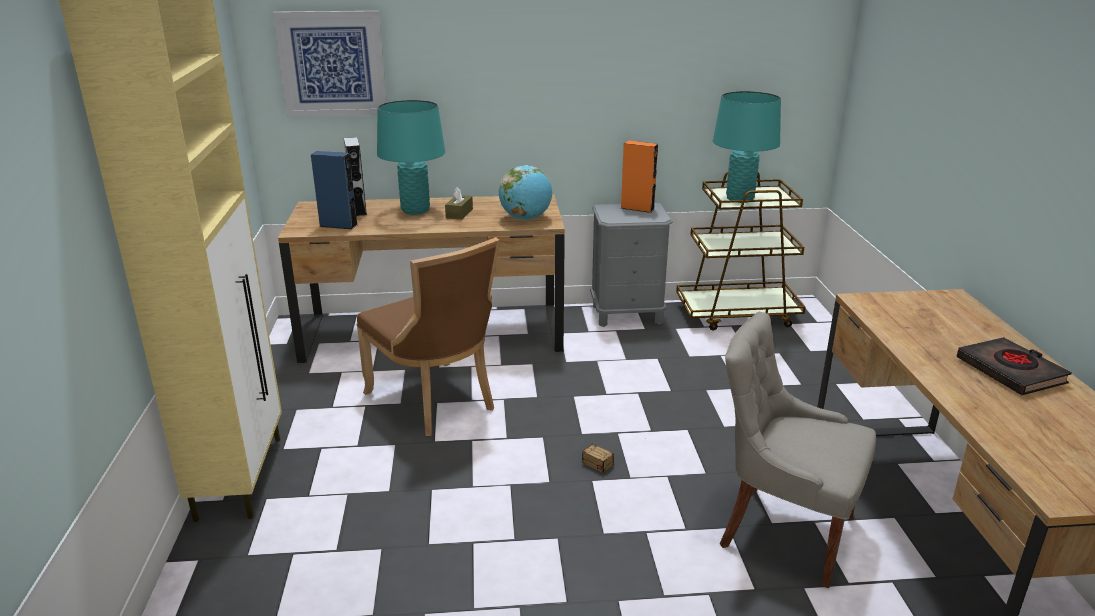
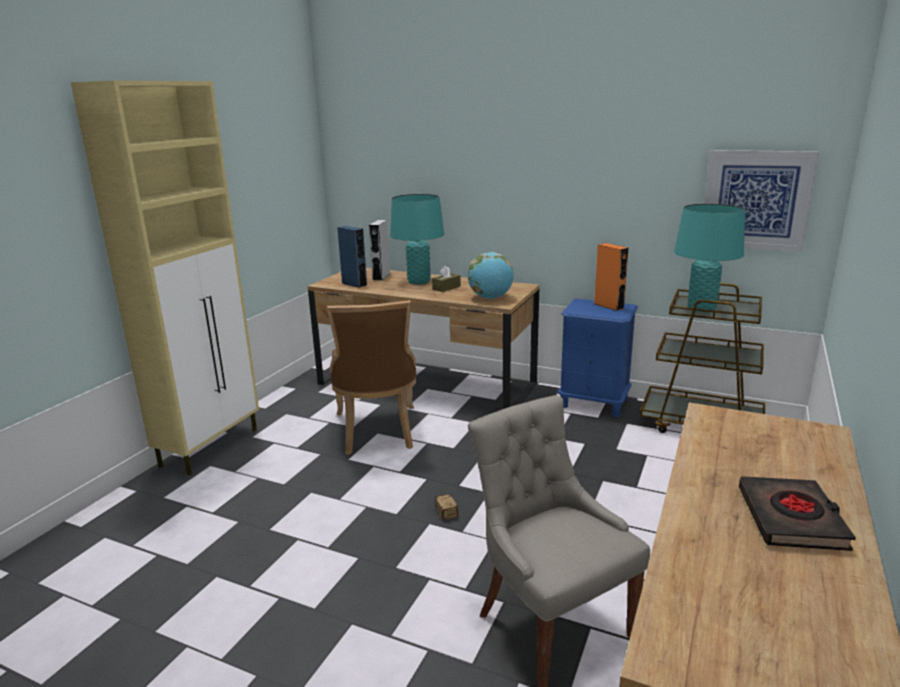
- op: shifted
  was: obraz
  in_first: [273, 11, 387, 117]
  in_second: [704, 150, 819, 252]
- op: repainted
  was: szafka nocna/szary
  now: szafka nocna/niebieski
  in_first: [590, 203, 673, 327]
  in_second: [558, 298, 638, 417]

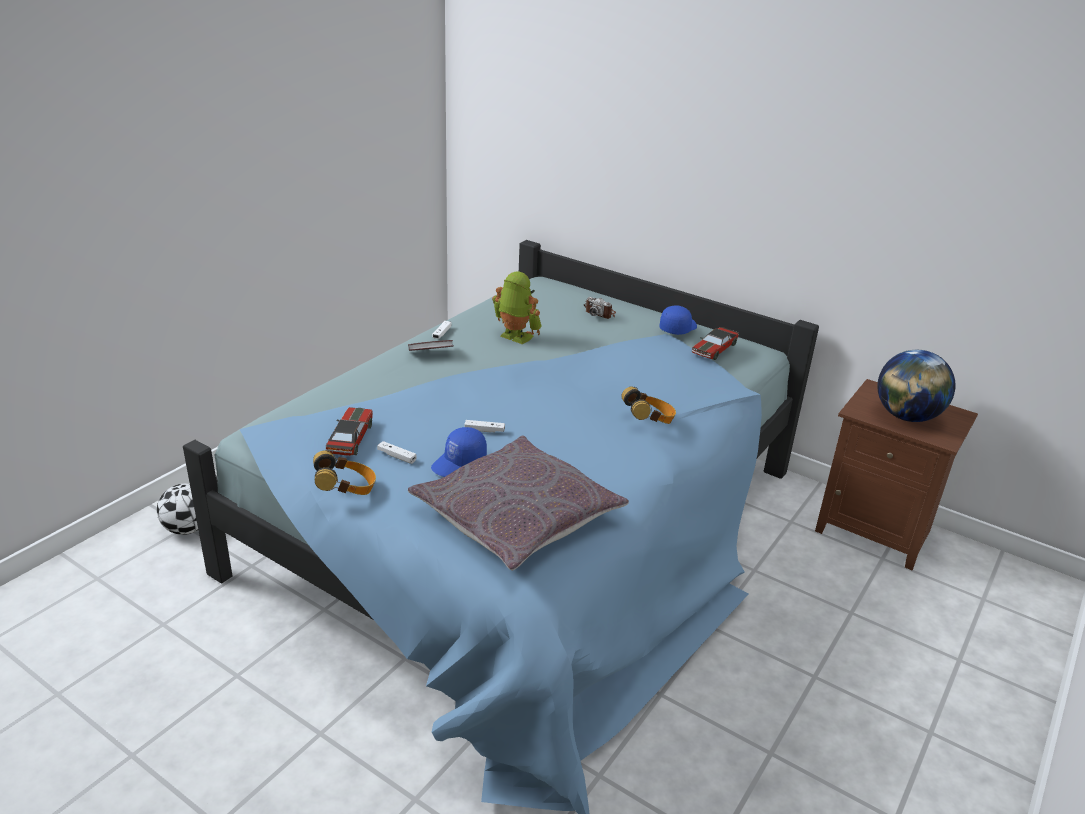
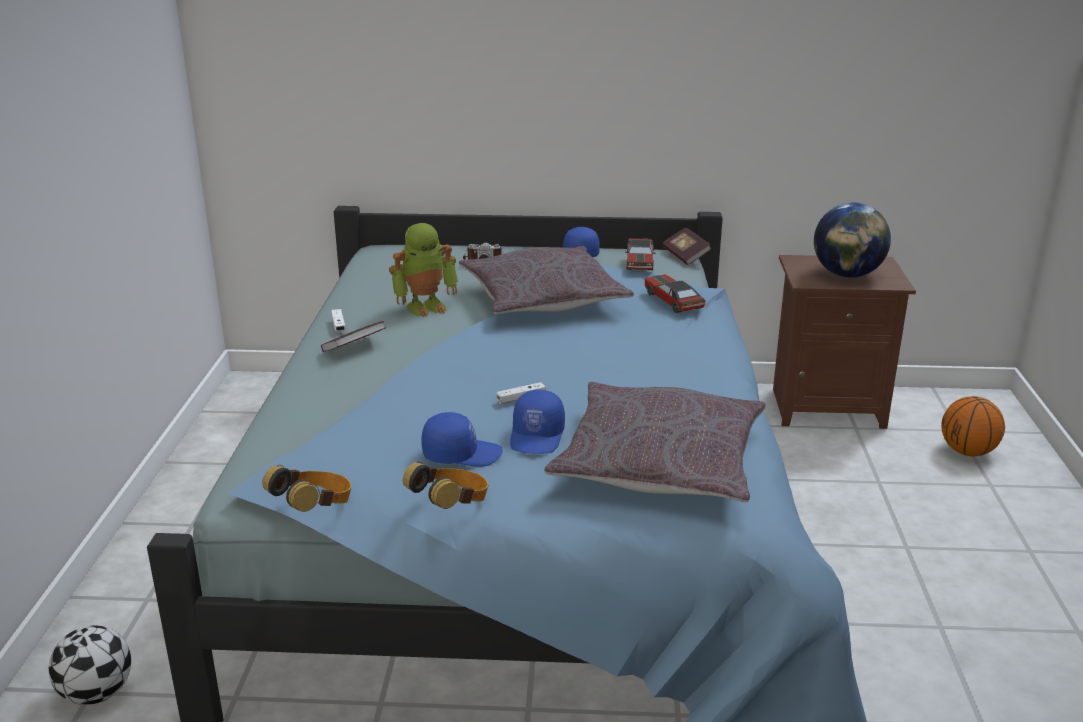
- op: new
  now: poduszka/szary
  in_second: [459, 246, 634, 314]
- op: new
  now: książka
  in_second: [662, 228, 711, 265]
- op: new
  now: piłka do koszykówki
  in_second: [941, 396, 1005, 456]
- op: shifted
  was: samochodzik
  in_first: [326, 407, 373, 456]
  in_second: [644, 274, 706, 313]
- op: shifted
  was: słuchawki
  in_first: [621, 386, 676, 424]
  in_second: [262, 465, 352, 512]
- op: swapped
  was: pad do gier/biały
  now: czapka z daszkiem/niebieski
  in_first: [377, 441, 416, 464]
  in_second: [421, 412, 503, 467]
- op: rotated
  was: robot zabawkowy
  in_first: [492, 272, 542, 344]
  in_second: [389, 223, 458, 317]
  clockwise: 150

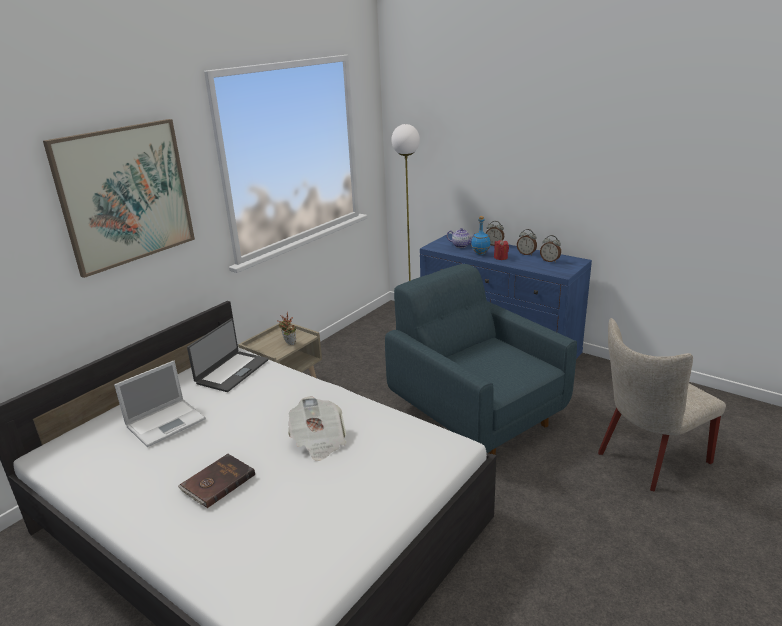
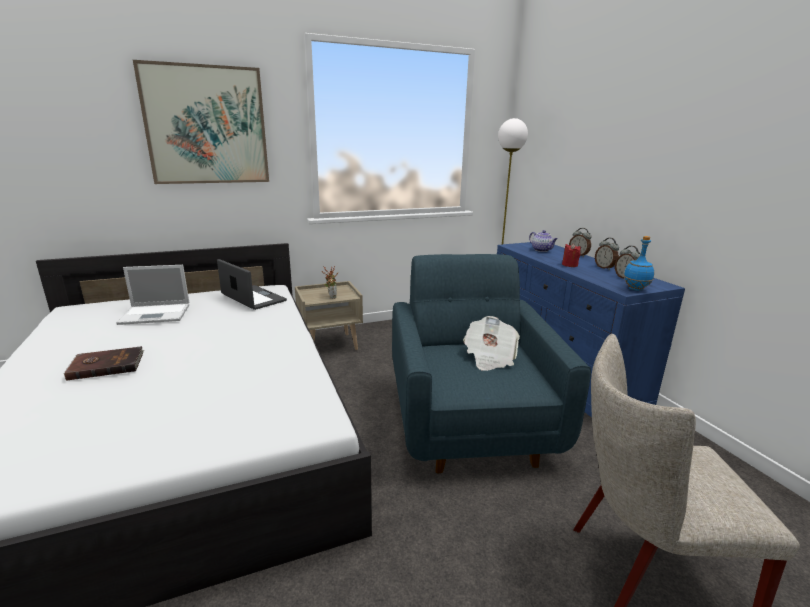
- op: shifted
  was: gazeta
  in_first: [288, 396, 347, 461]
  in_second: [463, 316, 520, 371]
- op: shifted
  was: butelka/niebieski
  in_first: [471, 216, 491, 255]
  in_second: [623, 236, 654, 291]
- op: rotated
  was: laptop
  in_first: [187, 318, 269, 392]
  in_second: [217, 259, 287, 310]
  clockwise: -105

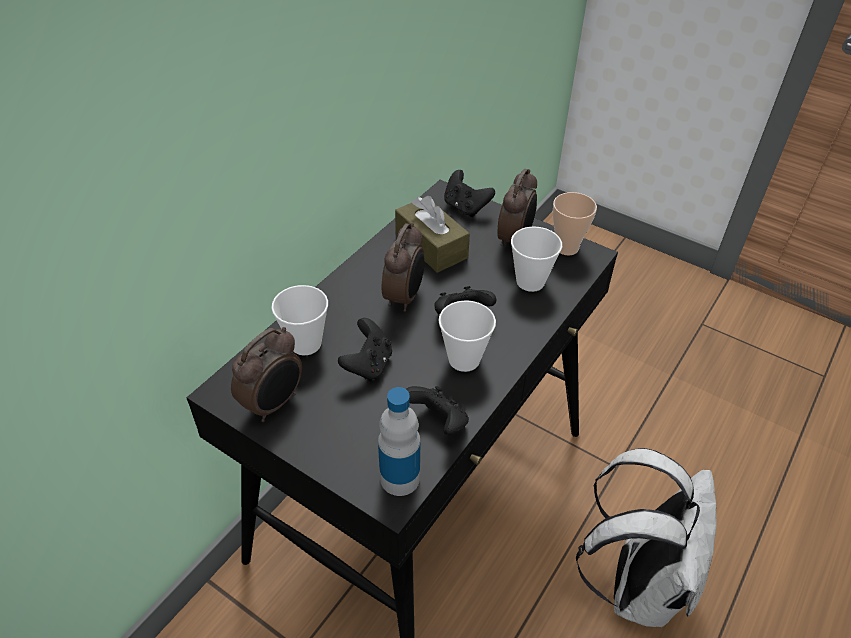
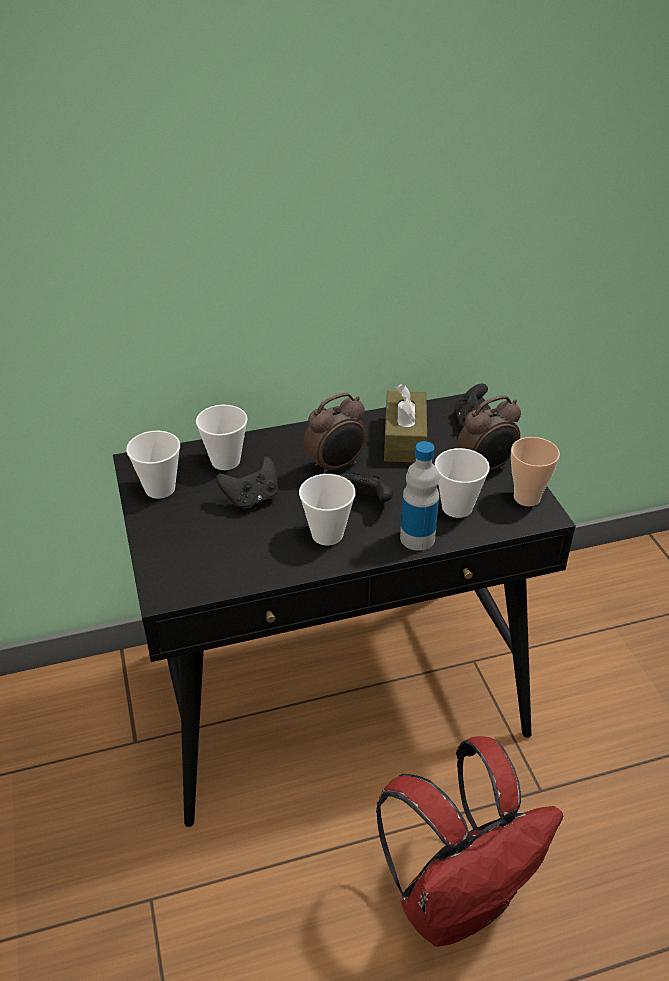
- op: gone
  was: pad do gier/czarny
  in_first: [406, 386, 469, 435]
- op: shifted
  was: butelka
  in_first: [378, 387, 421, 496]
  in_second: [400, 441, 439, 551]
- op: swapped
  was: budzik
  now: filiżanka
  in_first: [231, 327, 302, 422]
  in_second: [126, 431, 180, 499]
- op: repainted
  was: plecak/biały
  now: plecak/czerwony
  in_first: [576, 448, 716, 627]
  in_second: [376, 736, 564, 947]

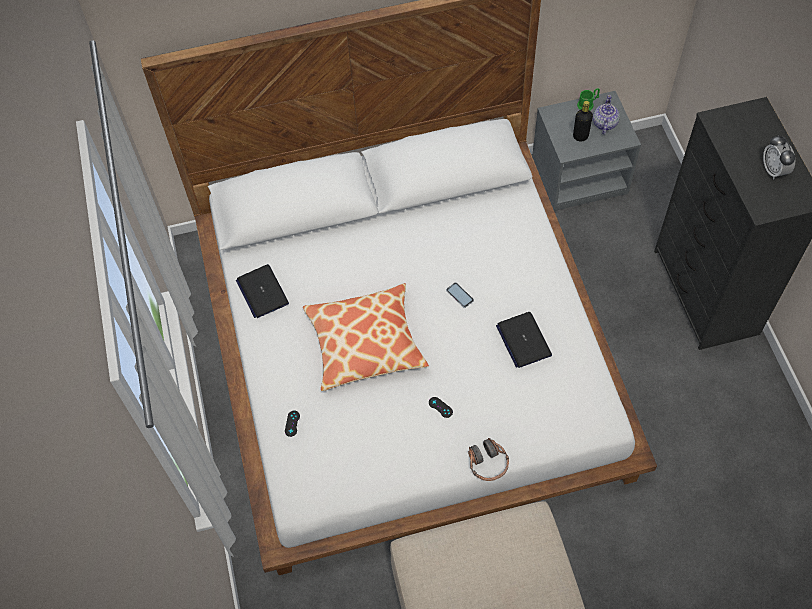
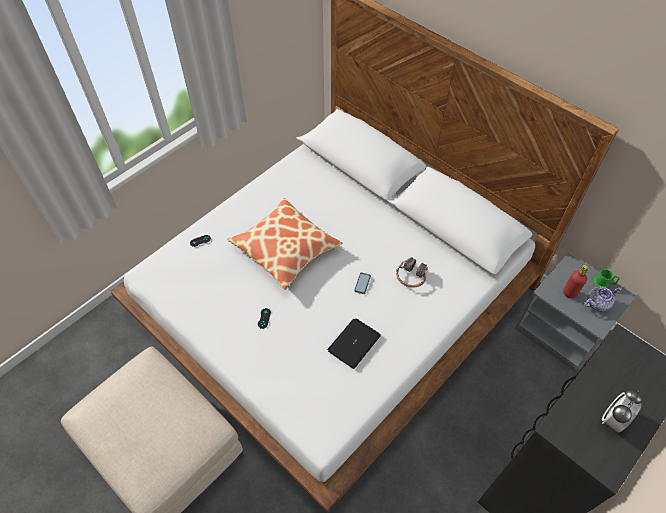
- op: gone
  was: laptop
  in_first: [236, 264, 289, 318]
- op: shifted
  was: słuchawki
  in_first: [468, 438, 509, 481]
  in_second: [396, 257, 428, 288]
- op: repainted
  was: butelka/czarny
  now: butelka/czerwony
  in_first: [573, 101, 593, 141]
  in_second: [563, 265, 588, 299]

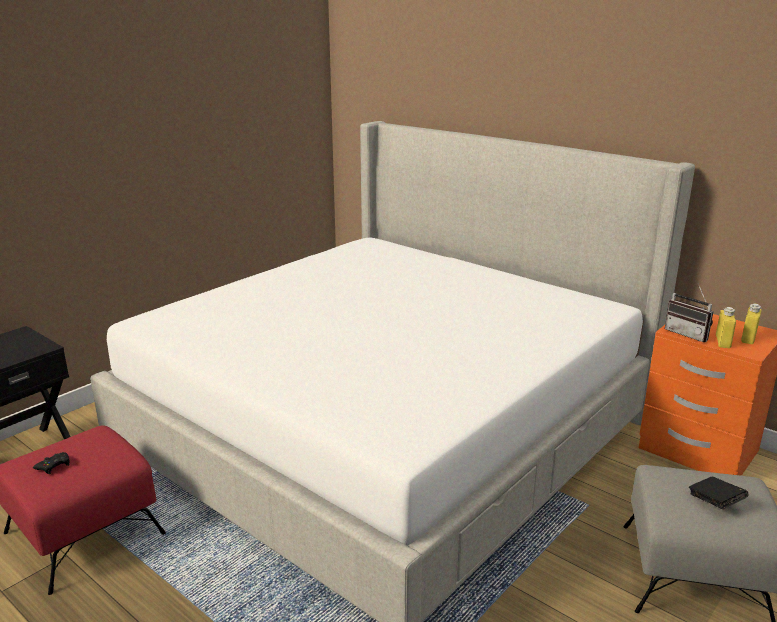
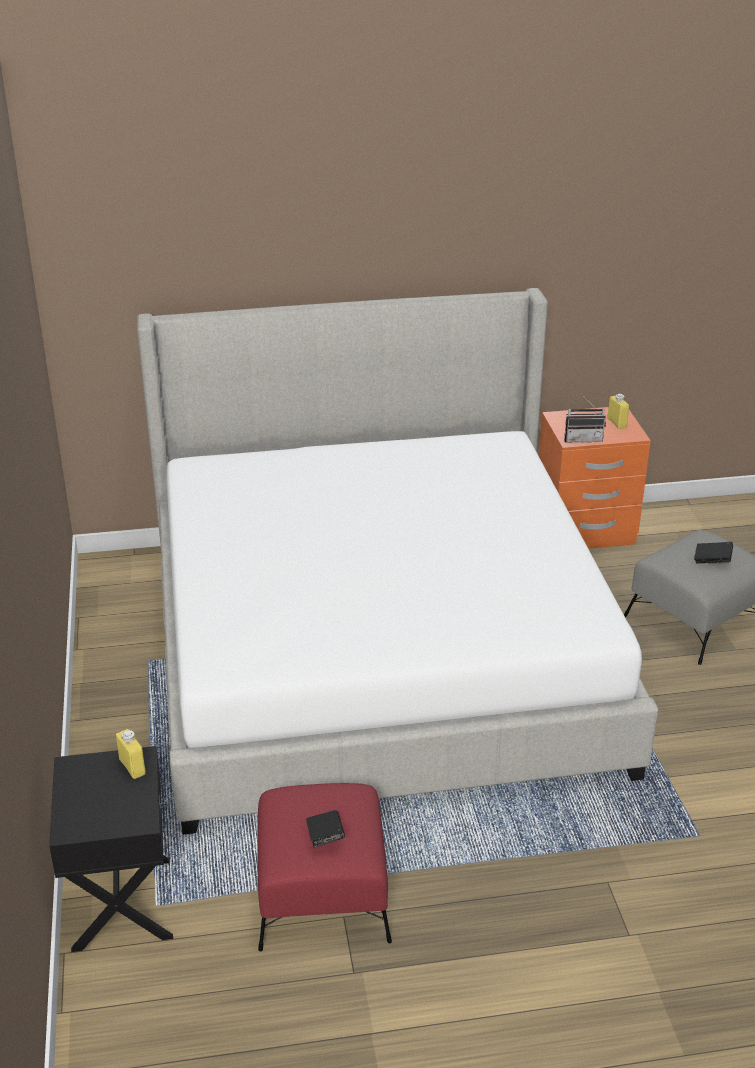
- op: shifted
  was: butelka/żółty
  in_first: [716, 307, 736, 348]
  in_second: [116, 729, 146, 779]
- op: swapped
  was: pad do gier/czarny
  now: książka/czarny
  in_first: [33, 452, 70, 474]
  in_second: [306, 810, 345, 848]

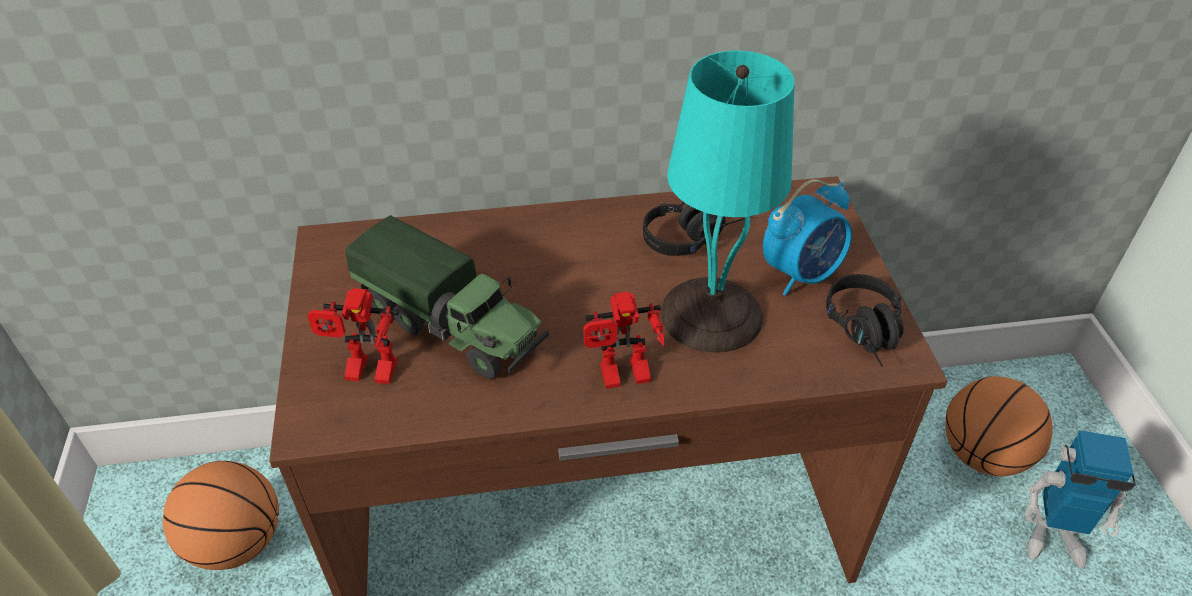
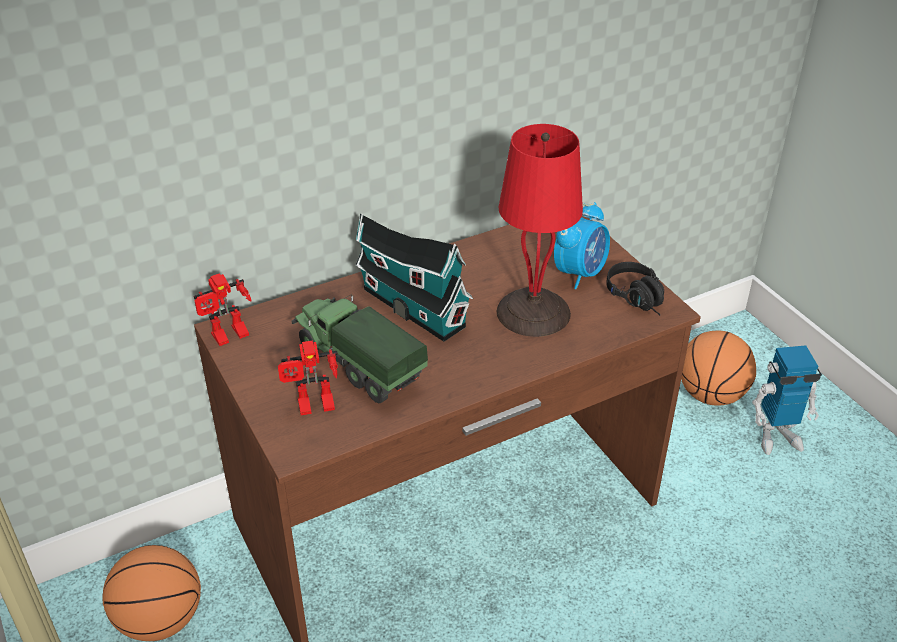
- op: gone
  was: słuchawki/czarny
  in_first: [643, 202, 745, 256]
- op: new
  now: domek
  in_second: [356, 213, 473, 341]
- op: shifted
  was: robot zabawkowy
  in_first: [584, 292, 664, 389]
  in_second: [194, 273, 251, 346]
- op: repainted
  was: lampa stołowa/turkusowy
  now: lampa stołowa/czerwony
  in_first: [660, 51, 794, 353]
  in_second: [497, 124, 583, 337]
- op: rotated
  was: ciężarówka zabawkowa
  in_first: [345, 215, 549, 379]
  in_second: [292, 294, 428, 403]
  clockwise: -150

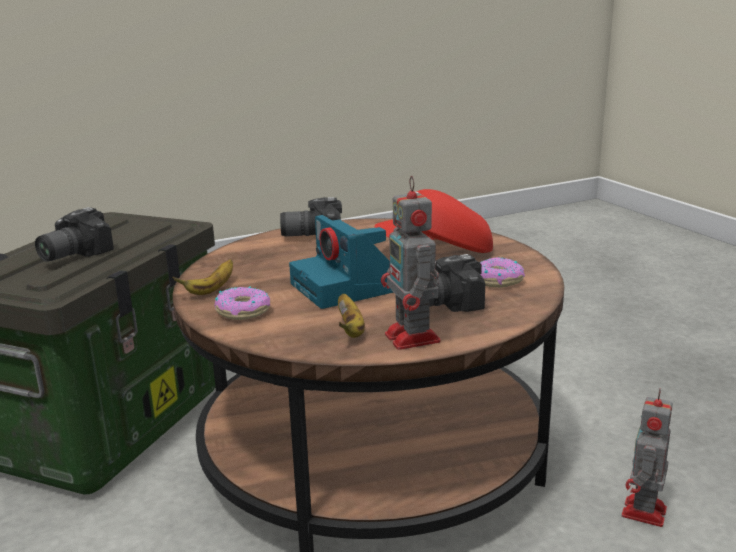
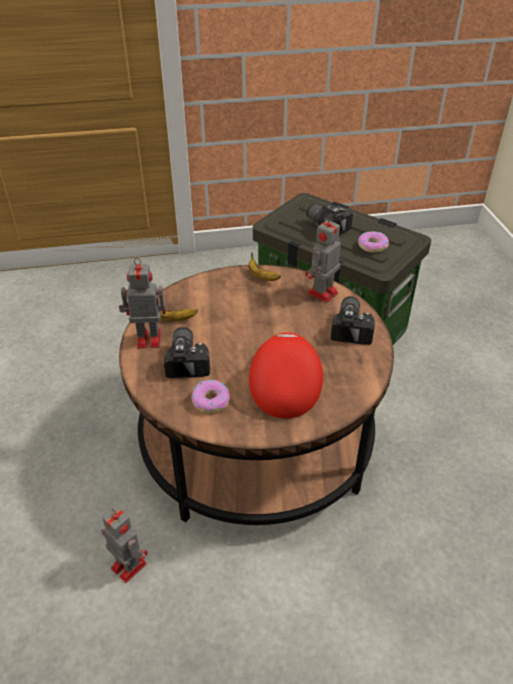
- op: gone
  was: aparat fotograficzny
  in_first: [289, 215, 393, 309]
- op: new
  now: robot zabawkowy
  in_second: [305, 215, 341, 303]
- op: shifted
  was: donut
  in_first: [215, 286, 271, 320]
  in_second: [358, 231, 389, 253]

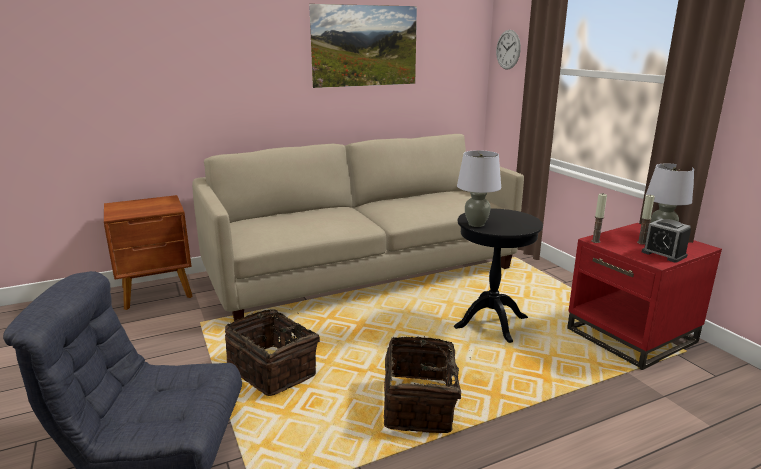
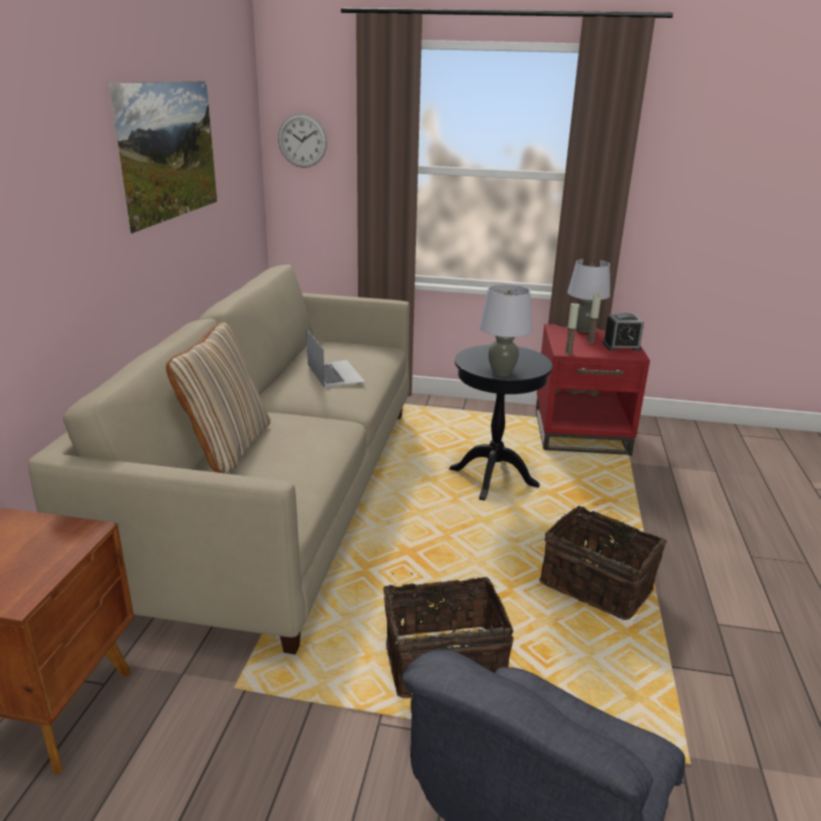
- op: new
  now: poduszka/beżowy
  in_second: [166, 322, 271, 474]
- op: new
  now: laptop
  in_second: [307, 329, 365, 388]

